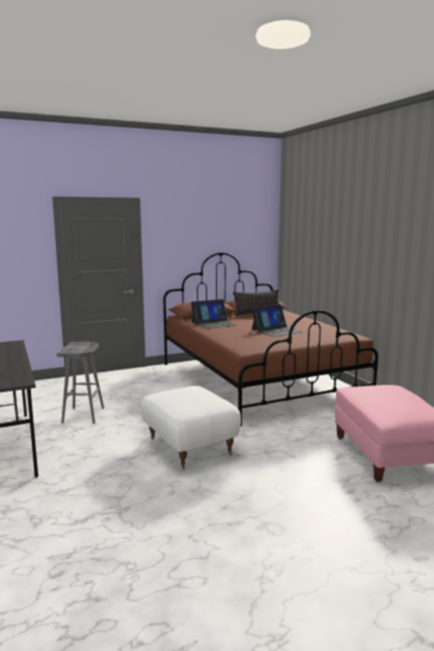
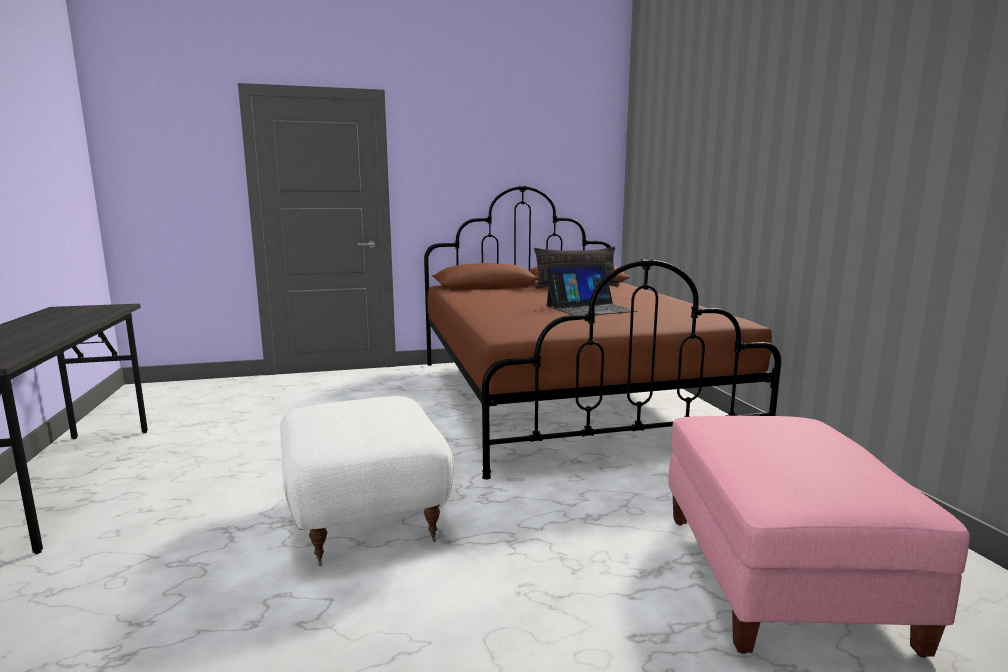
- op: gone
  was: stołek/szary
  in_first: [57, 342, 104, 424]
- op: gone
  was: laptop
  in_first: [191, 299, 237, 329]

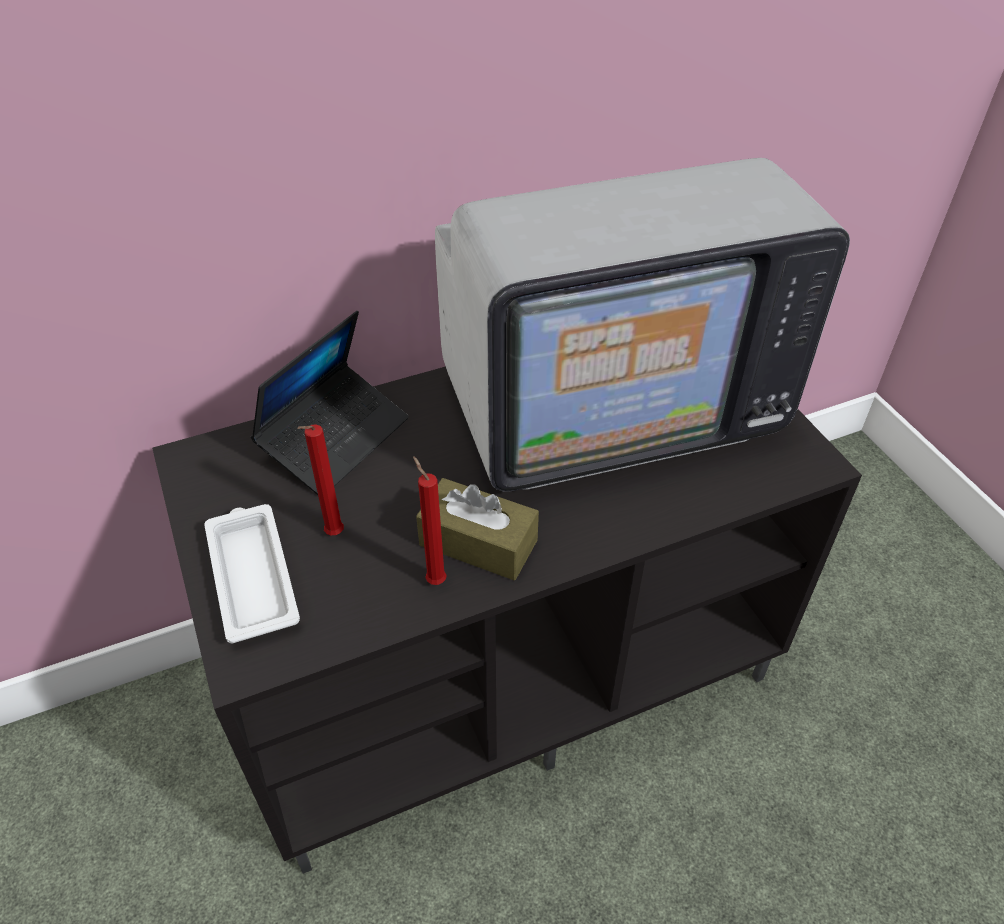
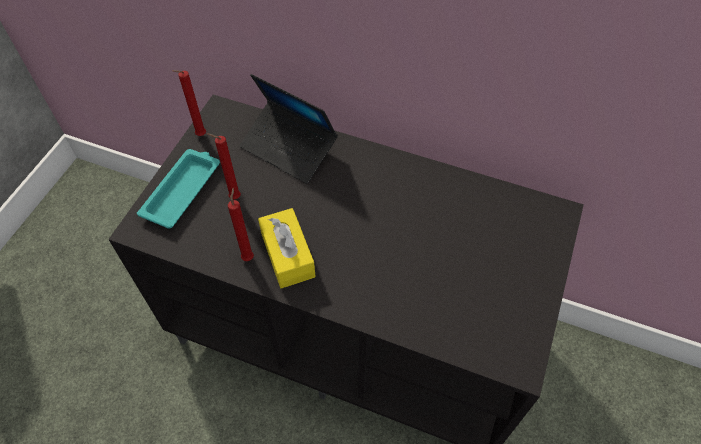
- op: gone
  was: telewizor
  in_first: [435, 158, 850, 492]
- op: new
  now: świeca/czerwony
  in_second: [172, 70, 206, 136]
- op: repainted
  was: taca/biały
  now: taca/turkusowy
  in_first: [204, 504, 300, 644]
  in_second: [137, 149, 220, 229]
- op: repainted
  was: pudełko chusteczek/brązowy
  now: pudełko chusteczek/żółty
  in_first: [416, 478, 539, 580]
  in_second: [258, 208, 316, 288]
- op: rotated
  was: laptop
  in_first: [251, 311, 408, 495]
  in_second: [239, 74, 338, 184]
  clockwise: 45

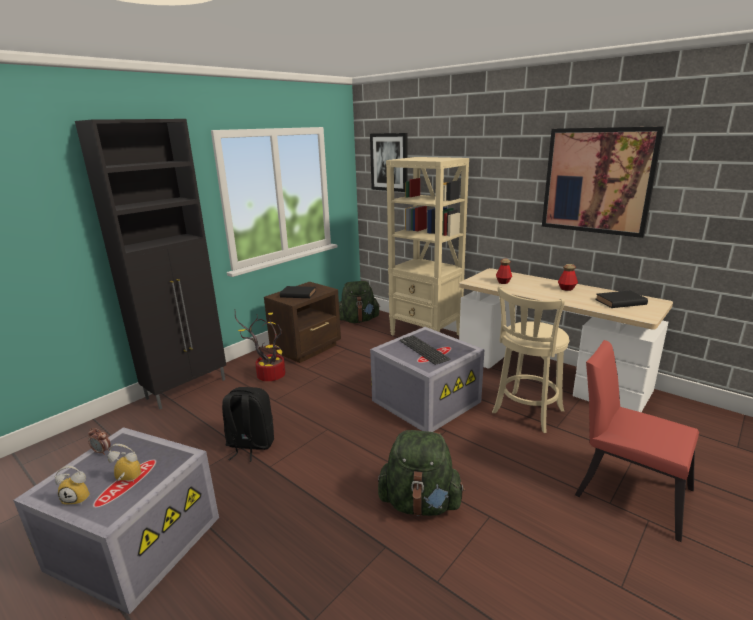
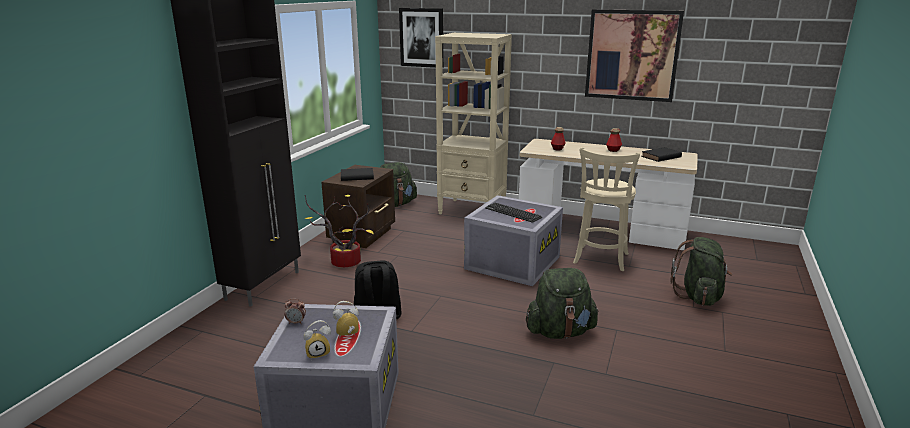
- op: swapped
  was: krzesło/czerwony
  now: plecak/zielony
  in_first: [575, 340, 699, 542]
  in_second: [671, 237, 733, 306]

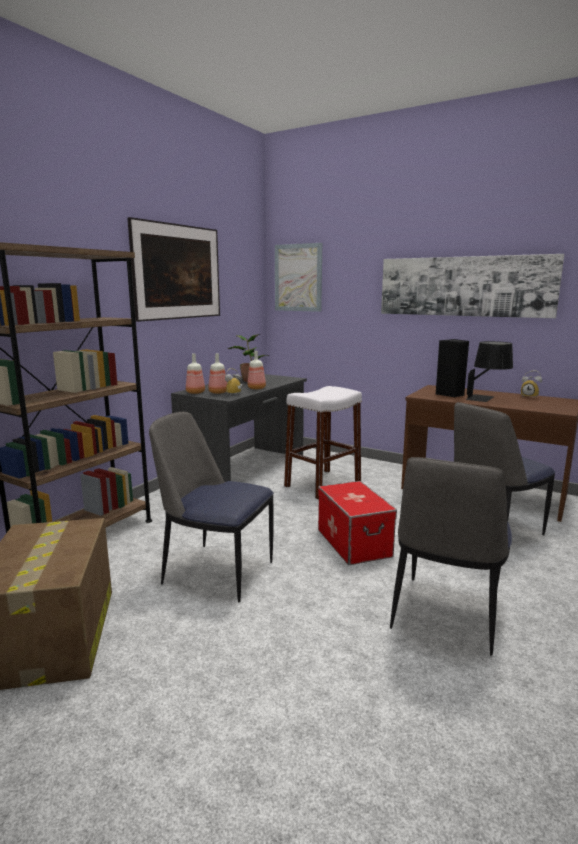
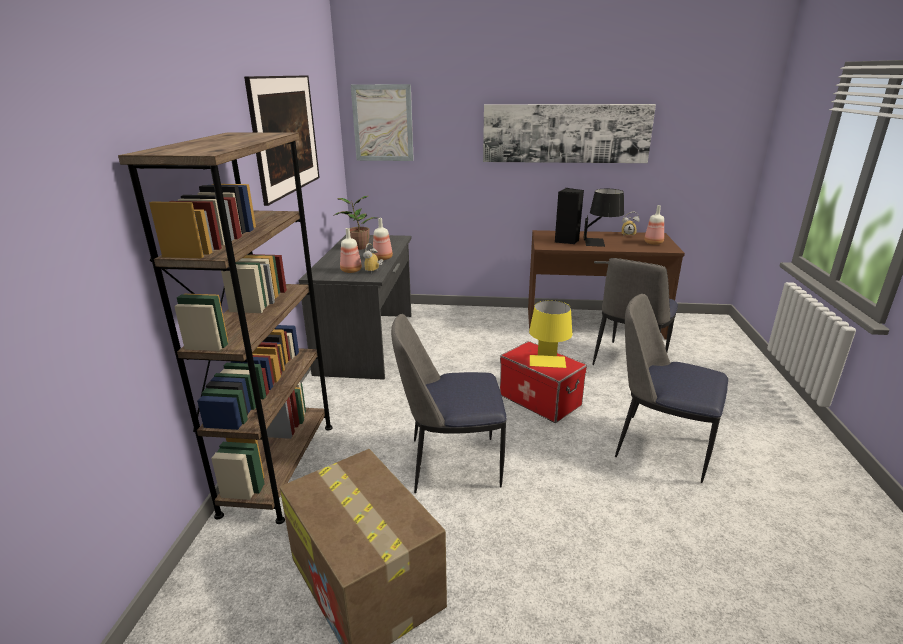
- op: gone
  was: stołek/biały
  in_first: [284, 386, 362, 500]
- op: new
  now: lampa stołowa/żółty
  in_second: [529, 300, 572, 368]
- op: shifted
  was: butelka
  in_first: [186, 353, 205, 394]
  in_second: [644, 205, 664, 245]
- op: rotated
  was: krzesło
  in_first: [390, 457, 512, 656]
  in_second: [615, 294, 728, 483]
  clockwise: 120

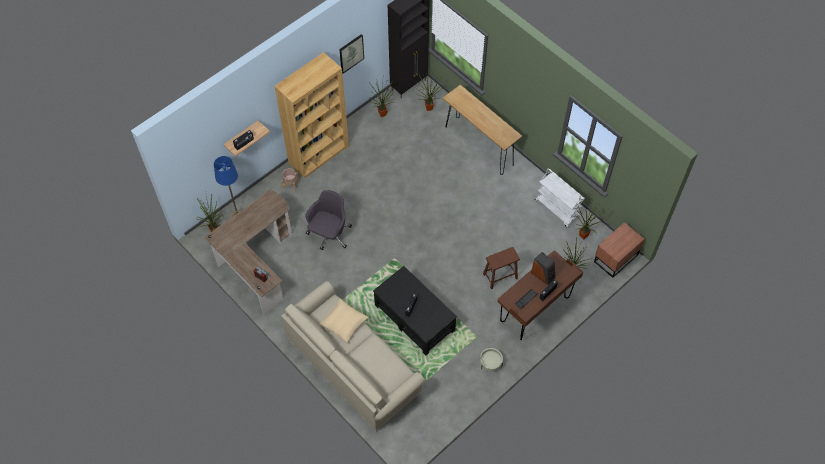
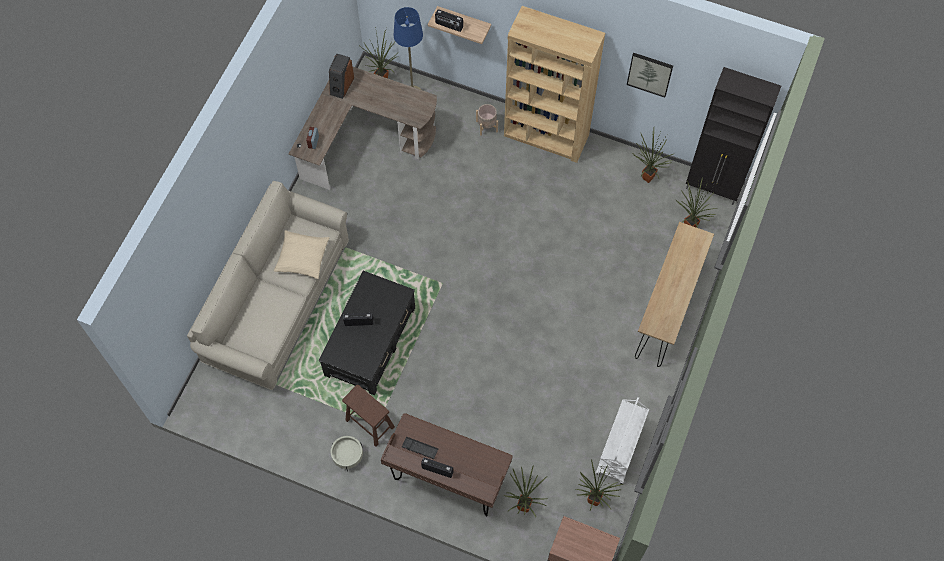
- op: gone
  was: krzesło biurowe/szary
  in_first: [305, 190, 352, 250]
- op: shifted
  was: stołek/brązowy
  in_first: [483, 247, 520, 289]
  in_second: [342, 384, 395, 447]
- op: shifted
  was: głośnik
  in_first: [531, 252, 555, 285]
  in_second: [329, 54, 354, 99]

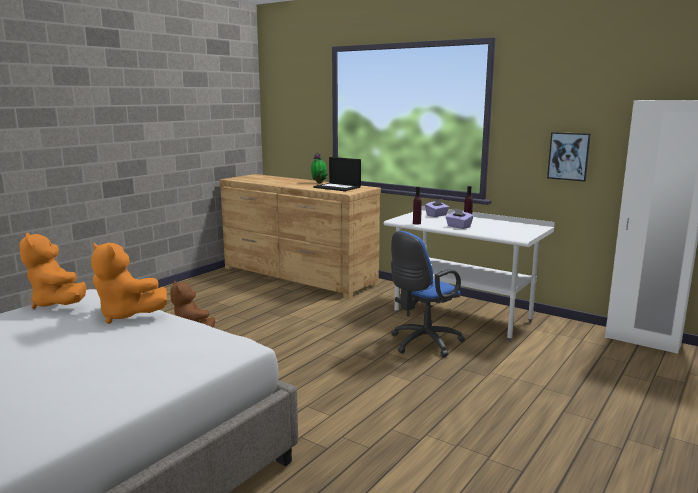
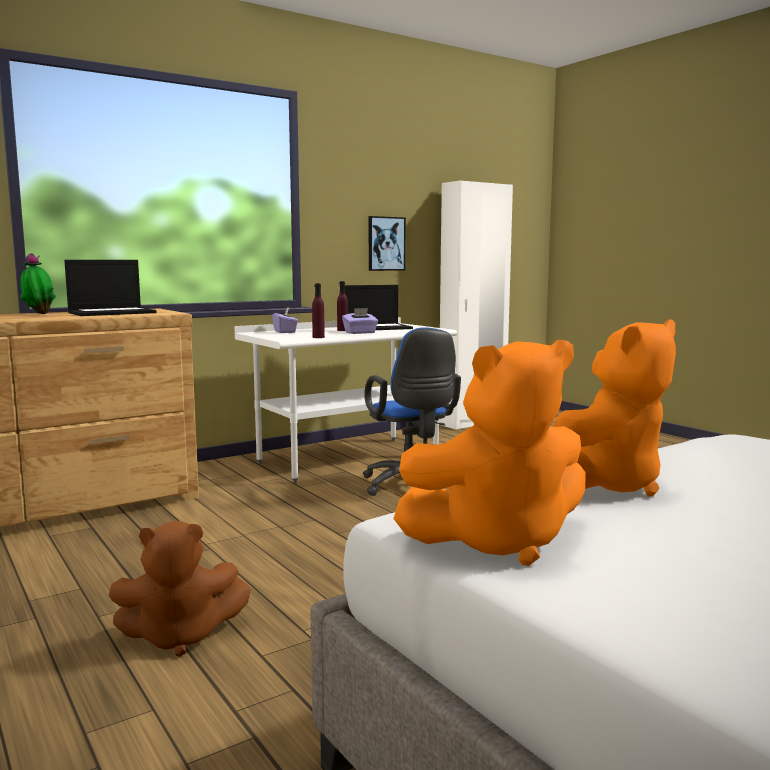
- op: new
  now: laptop
  in_second: [345, 285, 413, 330]

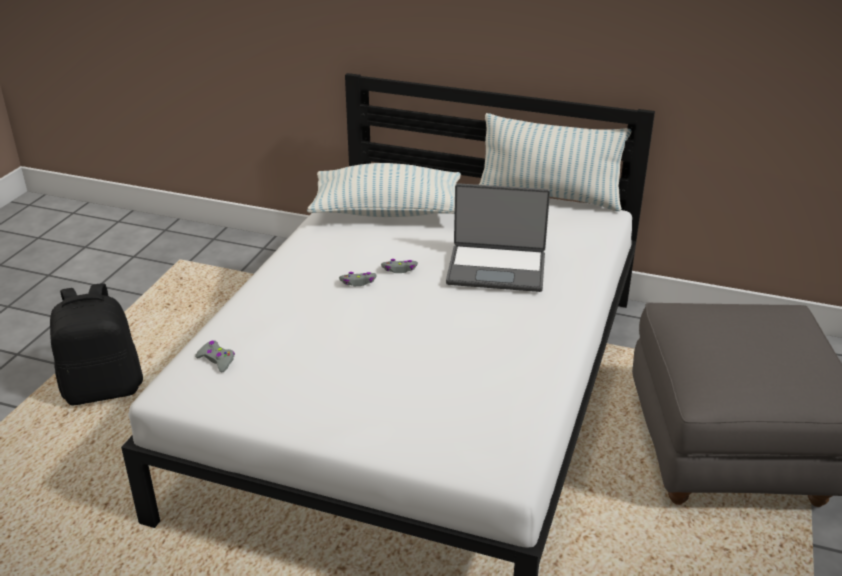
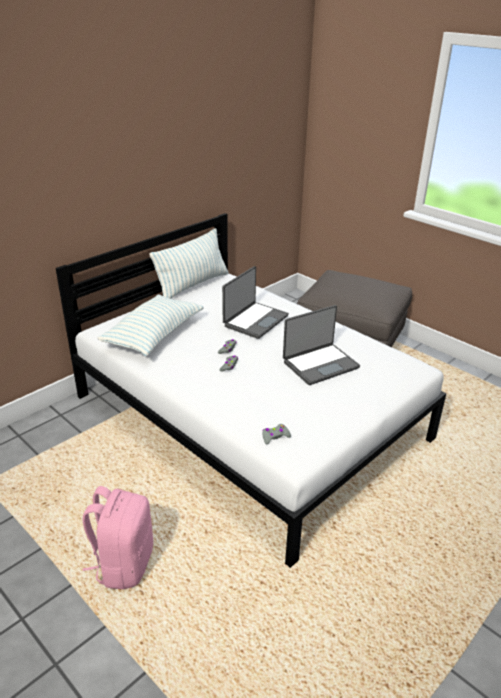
- op: new
  now: laptop
  in_second: [283, 305, 360, 385]
- op: repainted
  was: plecak/czarny
  now: plecak/różowy
  in_first: [50, 283, 143, 405]
  in_second: [82, 486, 153, 589]

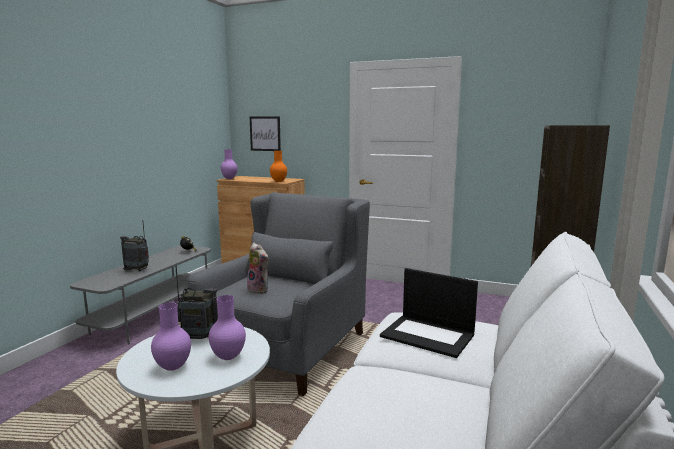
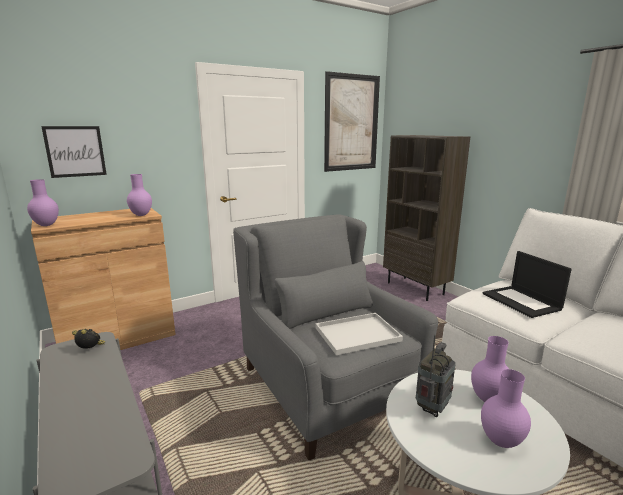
- op: gone
  was: radio
  in_first: [120, 220, 149, 271]
- op: new
  now: obraz
  in_second: [324, 71, 380, 172]
- op: swapped
  was: pluszak
  now: taca/biały
  in_first: [247, 243, 268, 294]
  in_second: [315, 313, 403, 355]
- op: repainted
  was: wazon/pomarańczowy
  now: wazon/fioletowy
  in_first: [270, 151, 287, 182]
  in_second: [127, 174, 152, 216]
- op: rotated
  was: laptop
  in_first: [380, 268, 478, 358]
  in_second: [483, 251, 572, 318]
  clockwise: 90

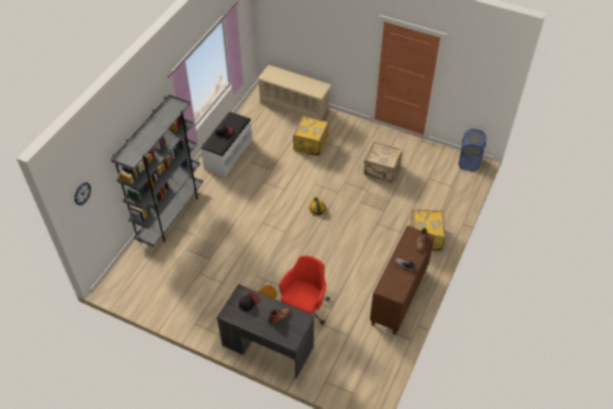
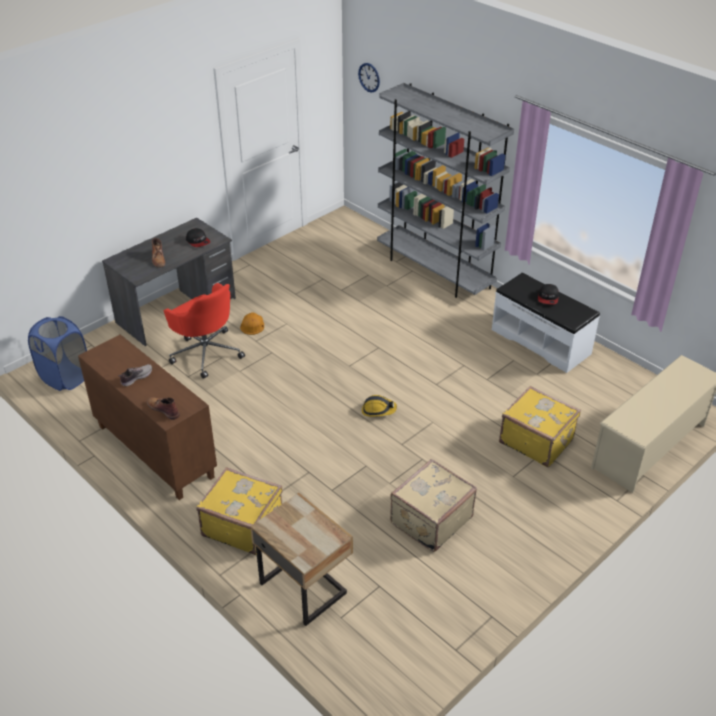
- op: new
  now: szafka nocna/beżowy
  in_second: [250, 492, 353, 626]
- op: shifted
  was: kosz na pranie/niebieski
  in_first: [458, 129, 487, 171]
  in_second: [28, 316, 87, 391]

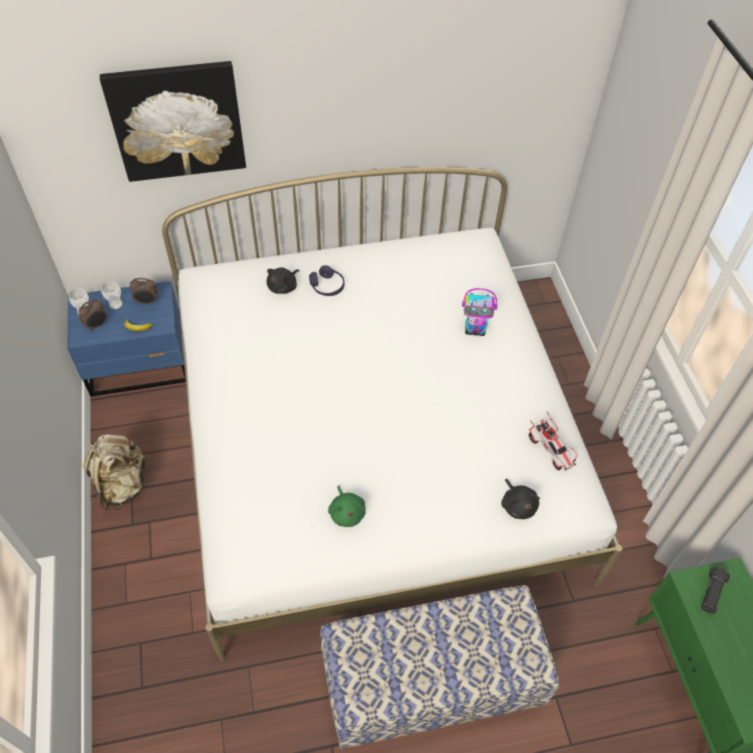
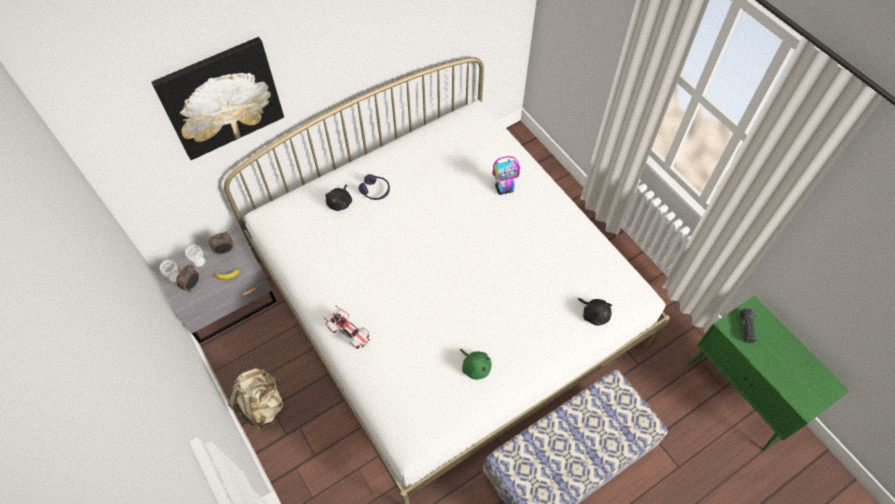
- op: shifted
  was: samochodzik
  in_first: [529, 412, 578, 471]
  in_second: [323, 305, 370, 349]
- op: repainted
  was: szafka nocna/niebieski
  now: szafka nocna/szary
  in_first: [67, 281, 186, 397]
  in_second: [153, 226, 277, 344]

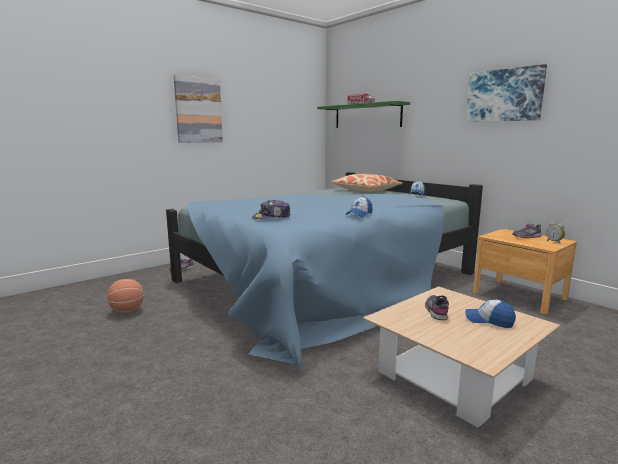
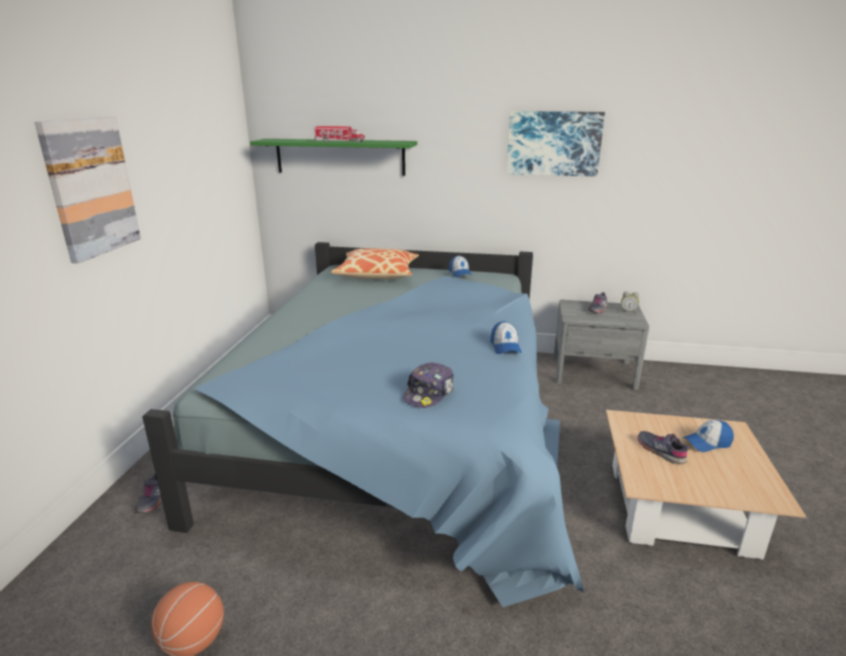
- op: repainted
  was: szafka nocna/brązowy
  now: szafka nocna/szary
  in_first: [473, 229, 577, 315]
  in_second: [554, 300, 649, 390]

